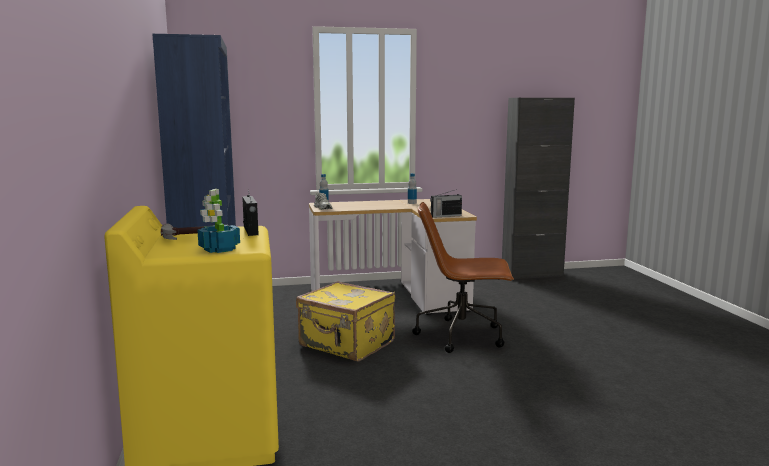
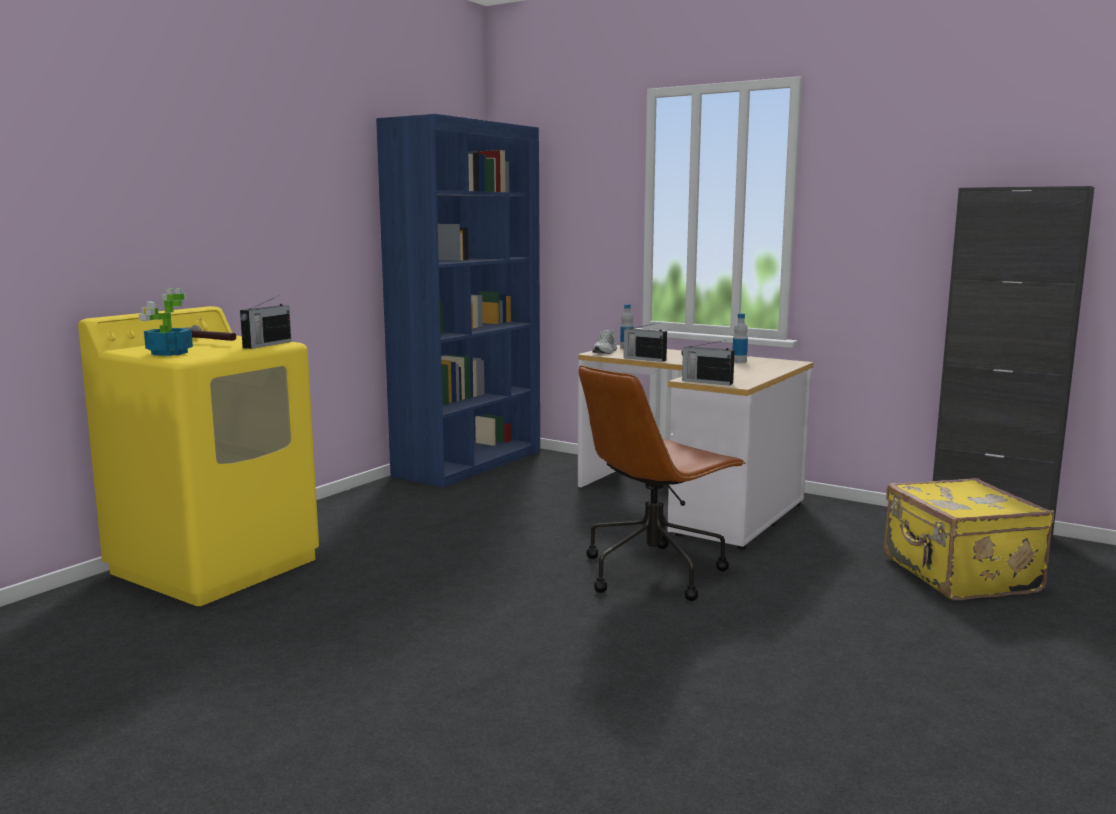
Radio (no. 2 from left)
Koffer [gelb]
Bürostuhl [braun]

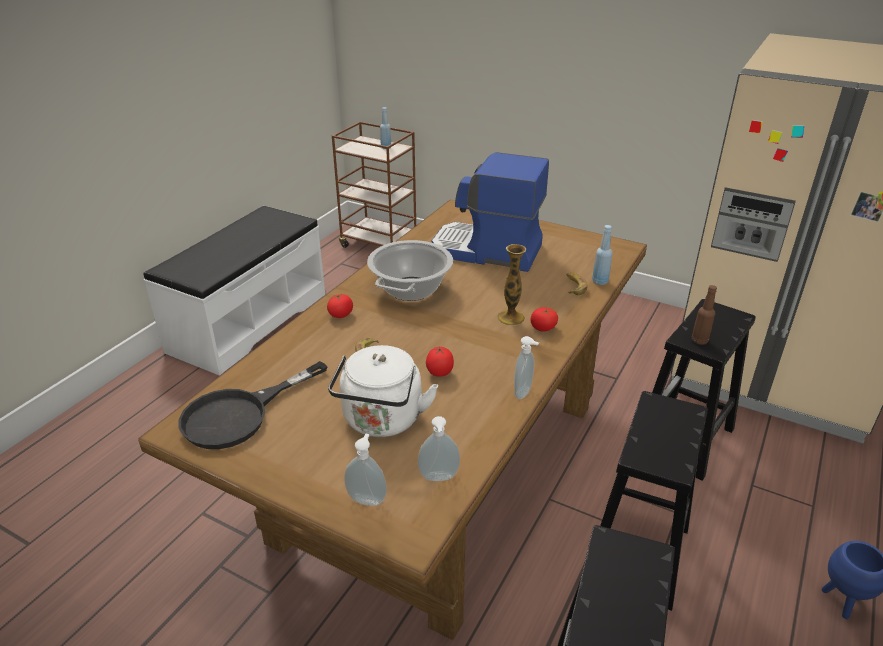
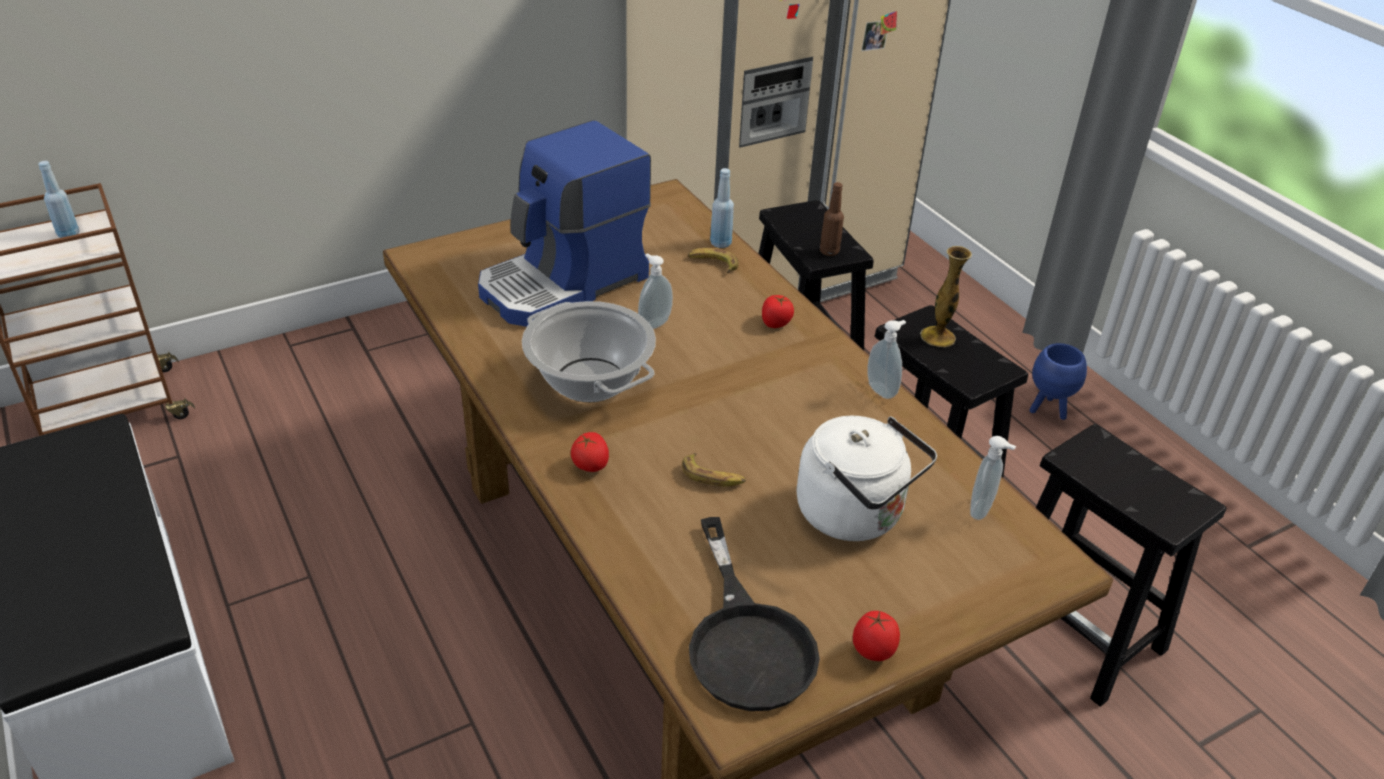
Seifenspender (no. 1 from left)
Tomate (no. 3 from left)
Vase

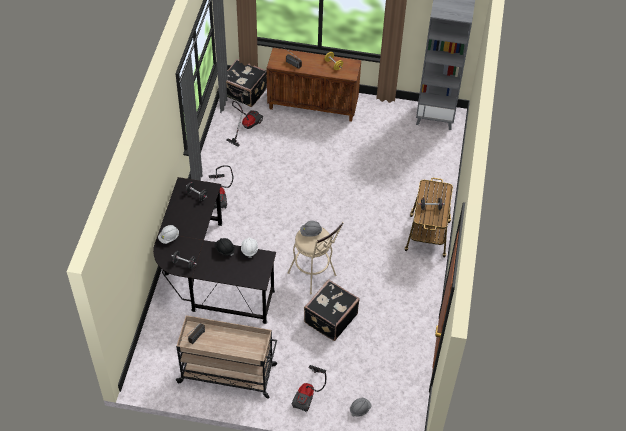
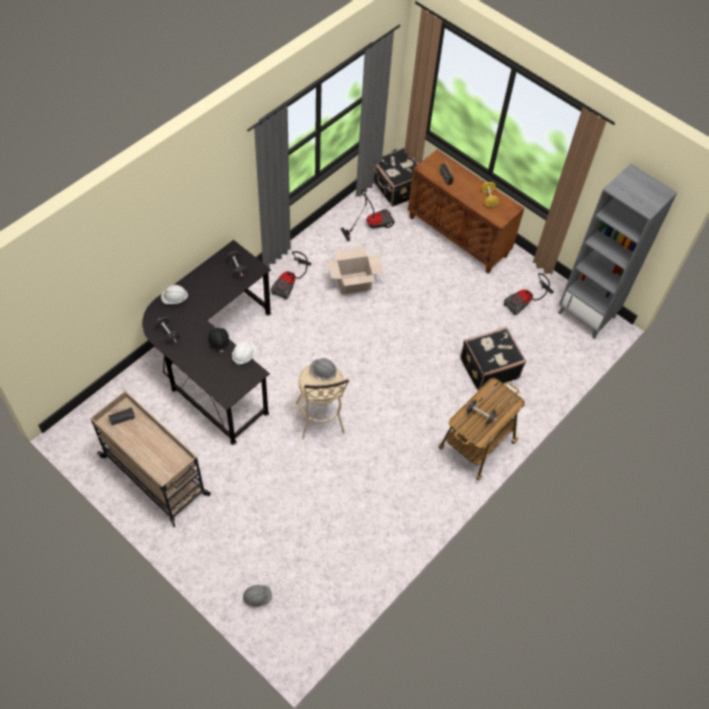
Karton
Staubsauger (no. 3 from left)
Koffer [schwarz] (no. 2 from left)

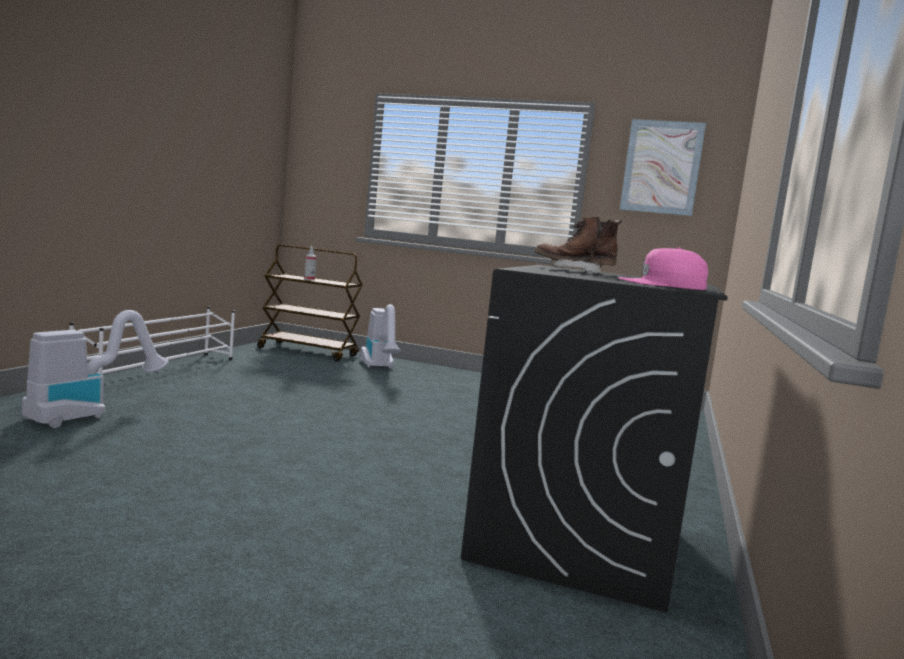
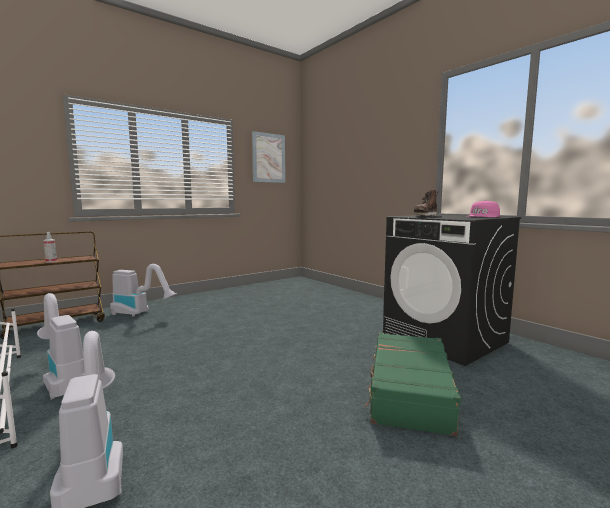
Staubsauger (no. 1 from left)
Koffer [grün]

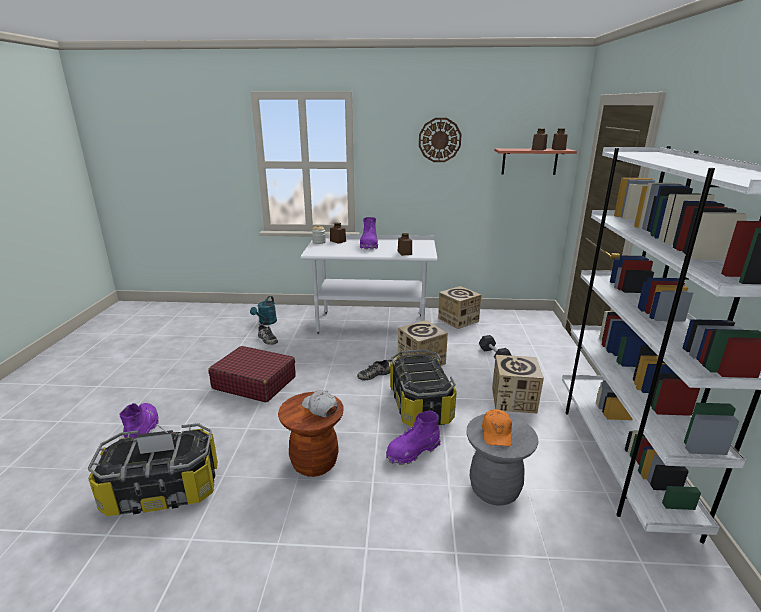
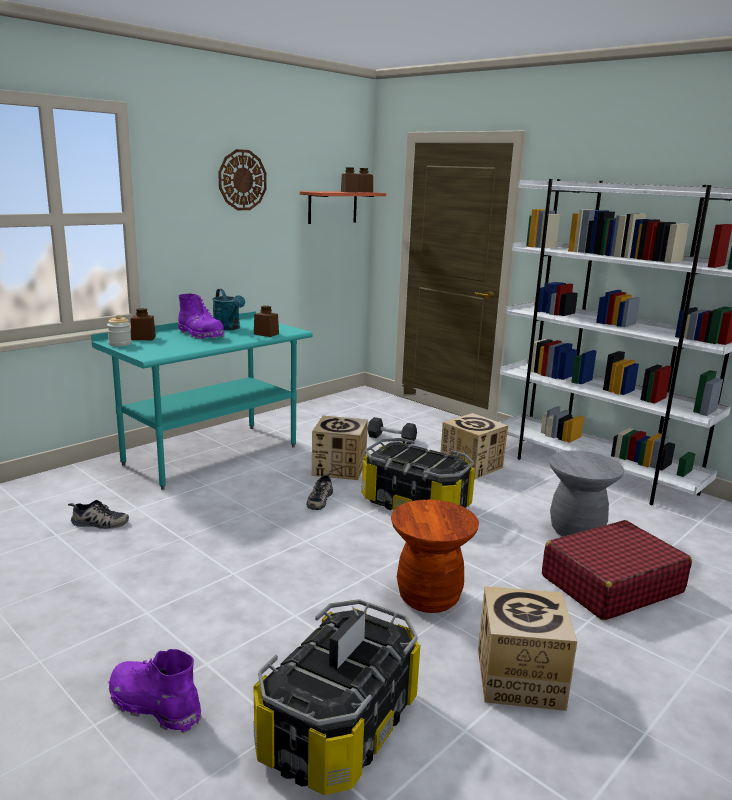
Kappe [weiß]
Stiefel [lila] (no. 3 from left in the first image)
Kappe [orange]
Koffer [rot]
Gießkanne [türkis]
Karton (no. 3 from left)
Schreibtisch [türkis]

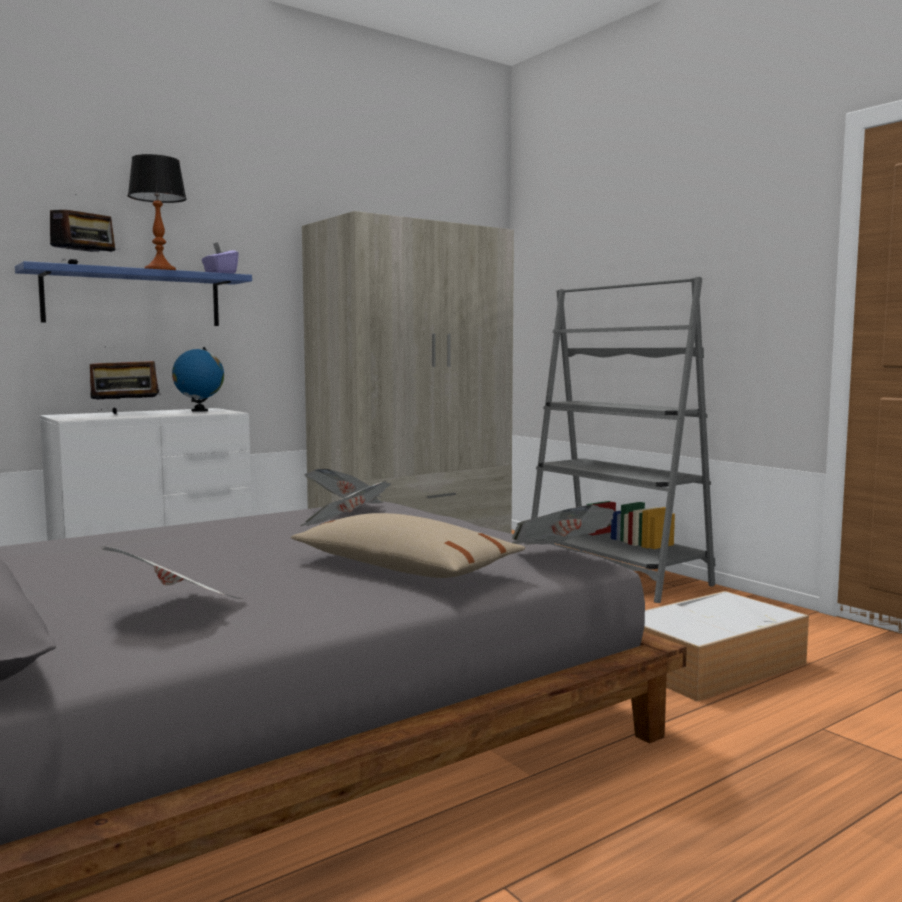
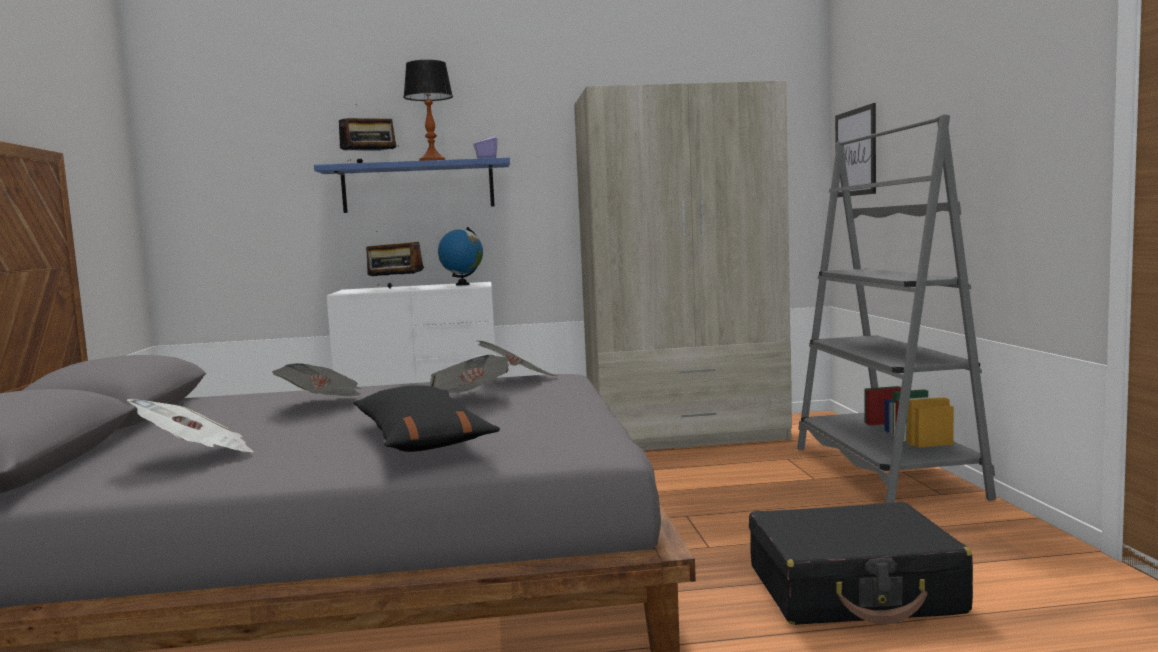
Bild
Zeitung (no. 2 from left)
Koffer [schwarz]
Kissen [schwarz]

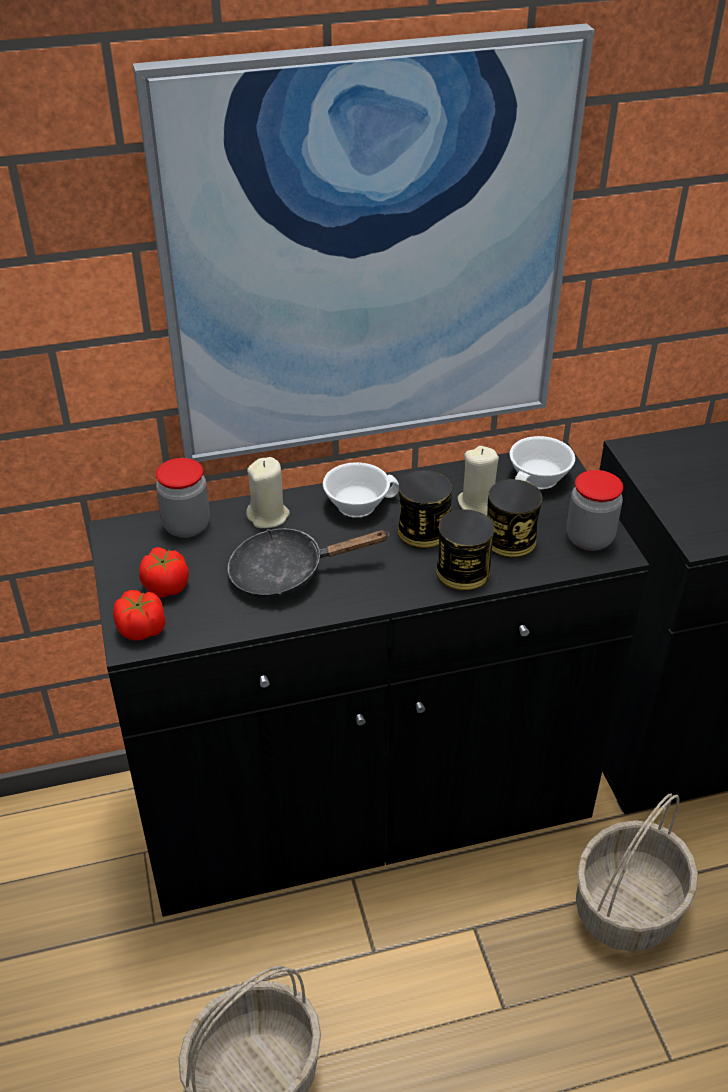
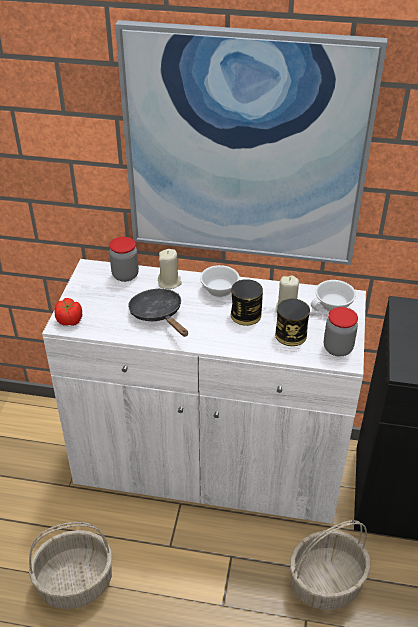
Tomate (no. 2 from left in the first image)
Dose (no. 2 from left in the first image)
Schrank [weiß]
Pfanne [schwarz]

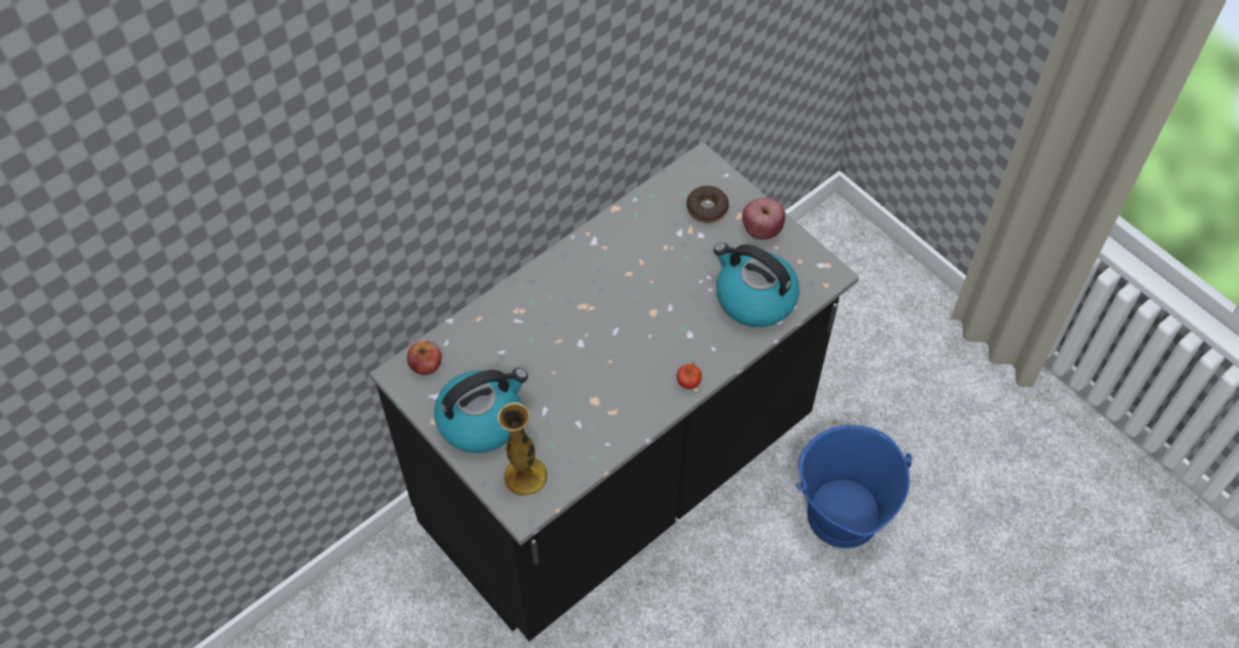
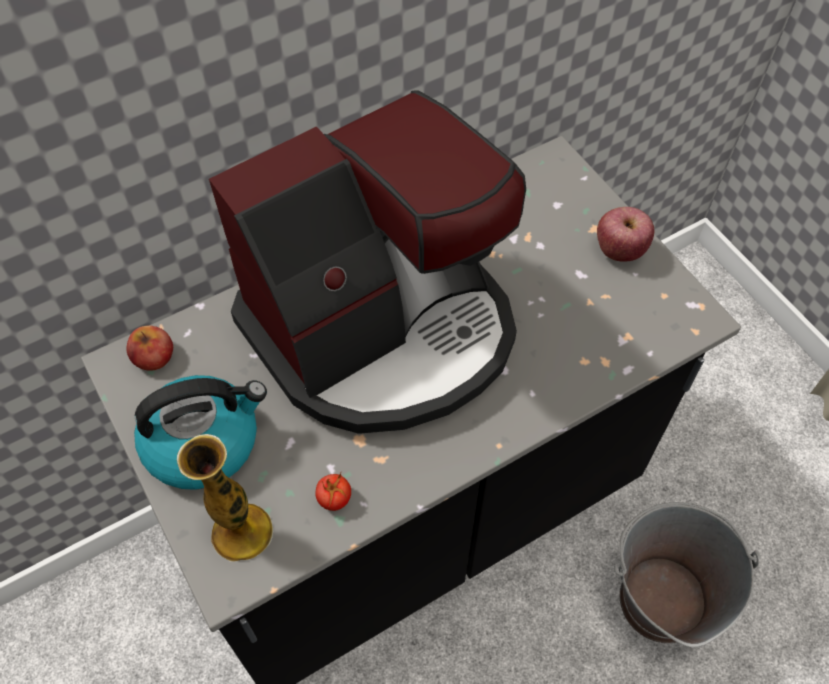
Donut
Wasserkessel (no. 2 from left in the first image)
Kaffeemaschine
Tomate
Eimer [grau]

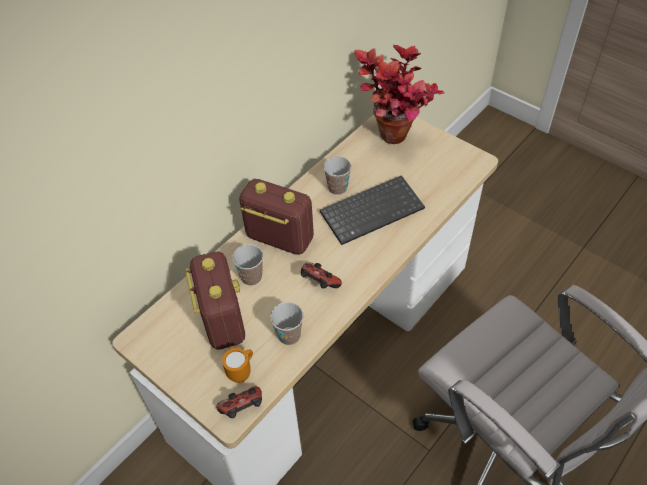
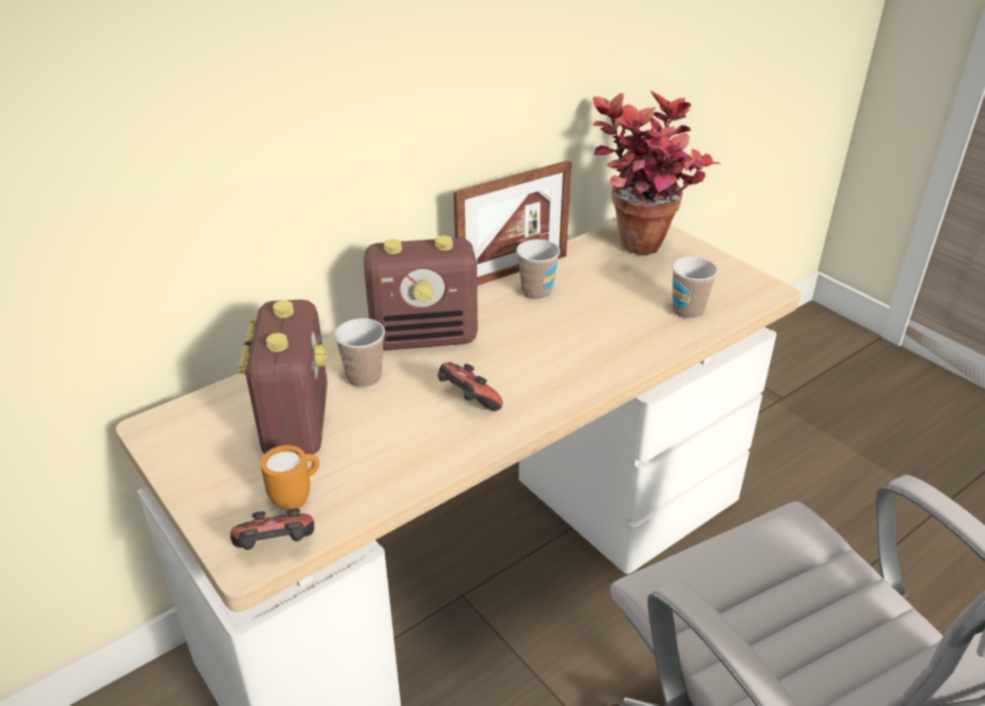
Tastatur
Bilderrahmen
Tasse (no. 3 from left)
Radio (no. 2 from left)

